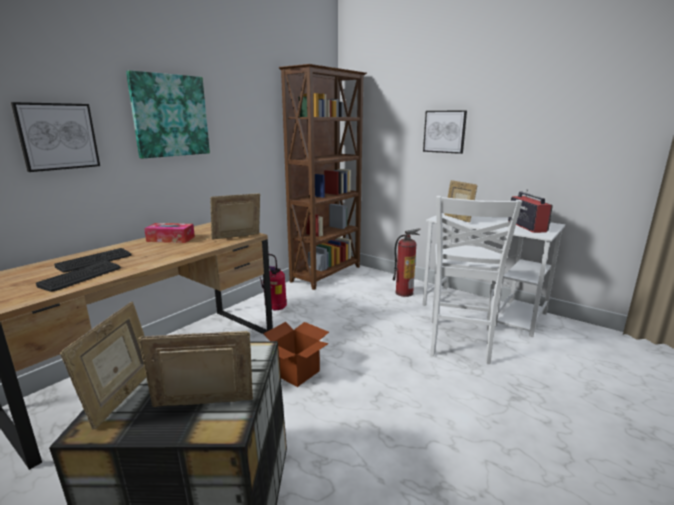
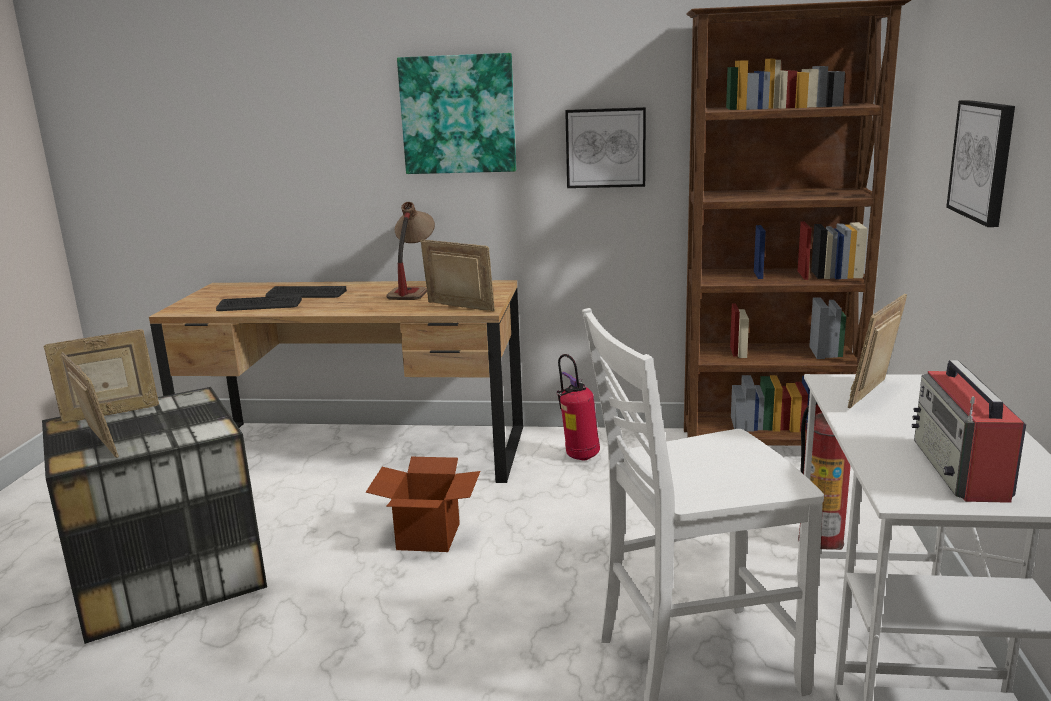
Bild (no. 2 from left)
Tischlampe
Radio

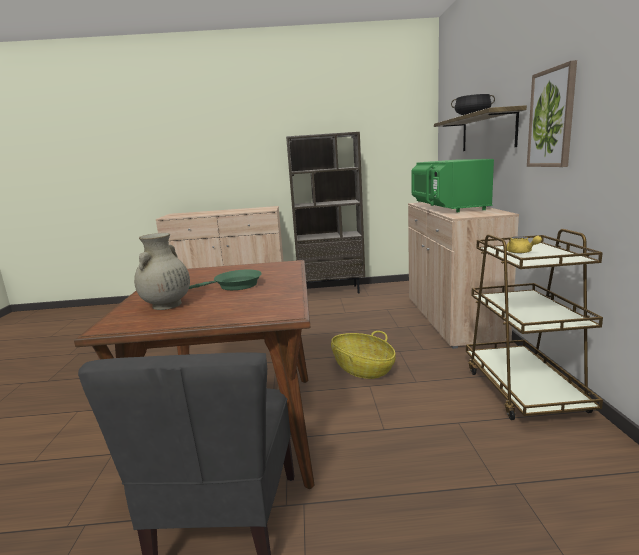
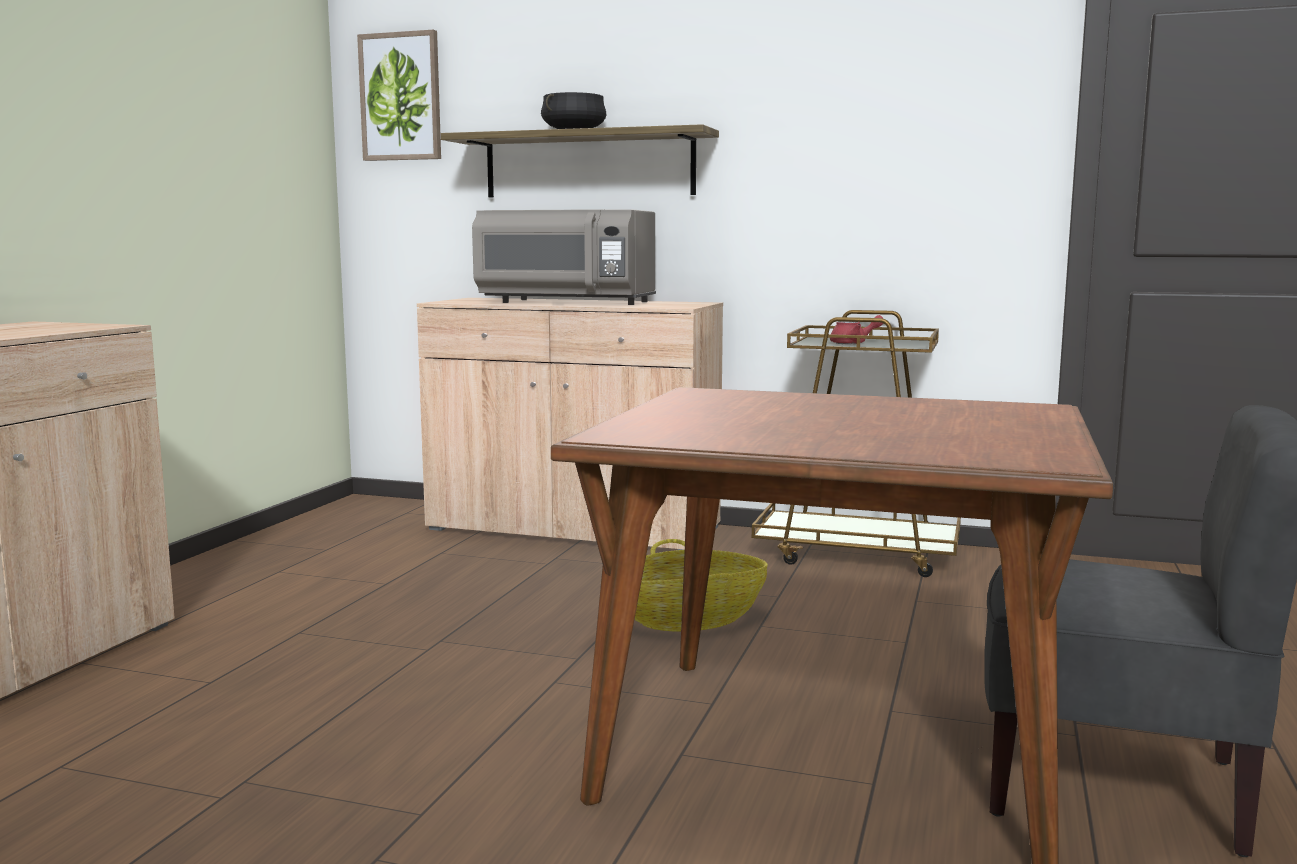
Vase [beige]
Pfanne [grün]
Bücherregal [braun]
Bild
Mikrowelle [grau]
Teekanne [rot]

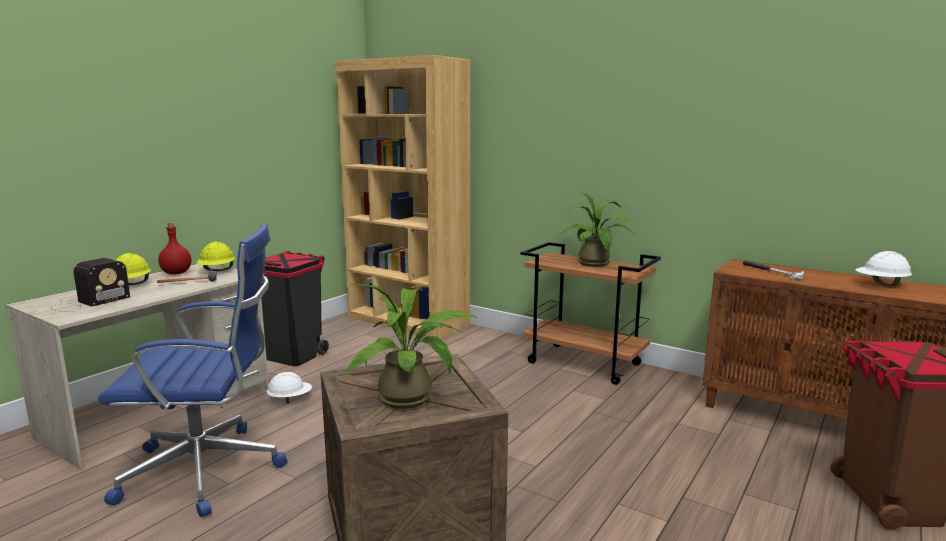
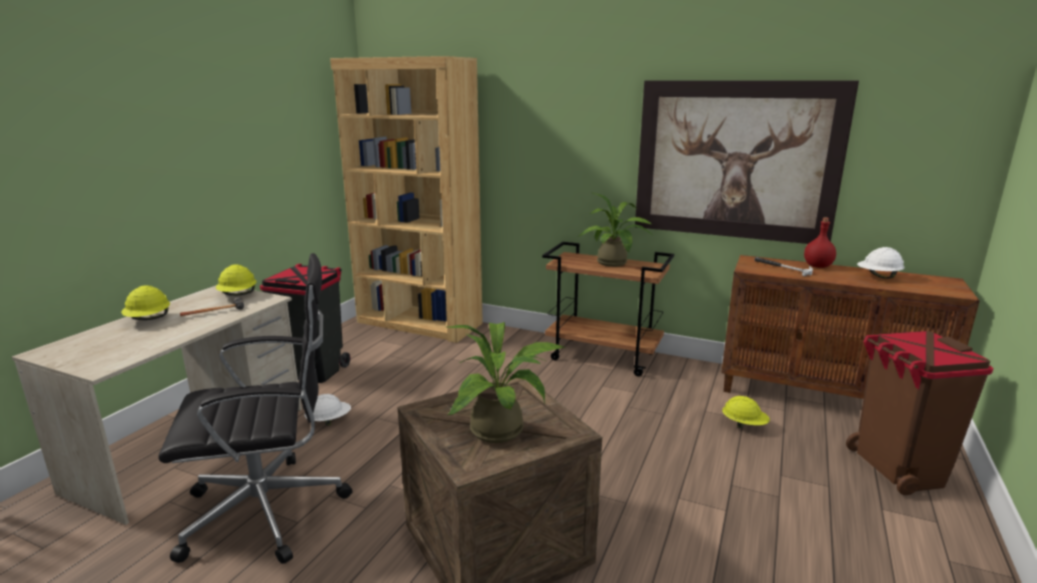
Radio
Bild
Schutzhelm [gelb] (no. 3 from left)
Flasche [rot]
Bürostuhl [schwarz]

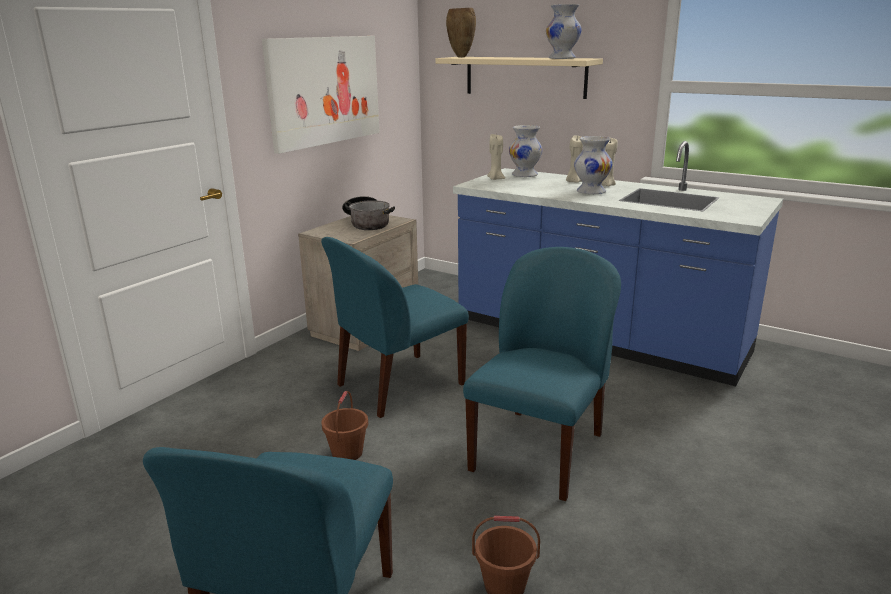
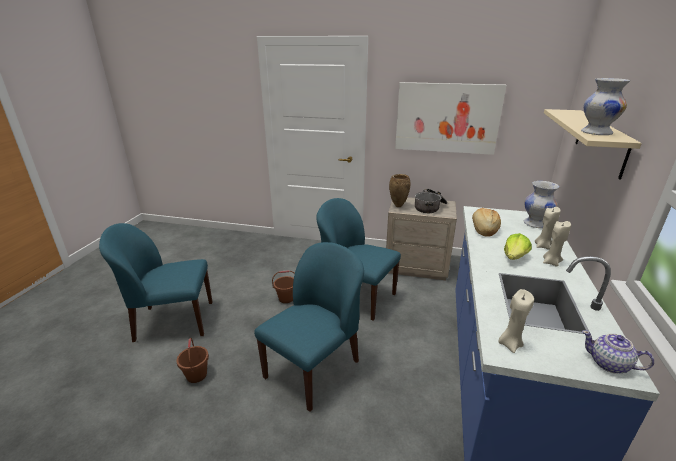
Brot
Teekanne
Vase [braun]
Kerze [beige] (no. 1 from left)
Salatkopf
Stuhl [blau] (no. 2 from left)

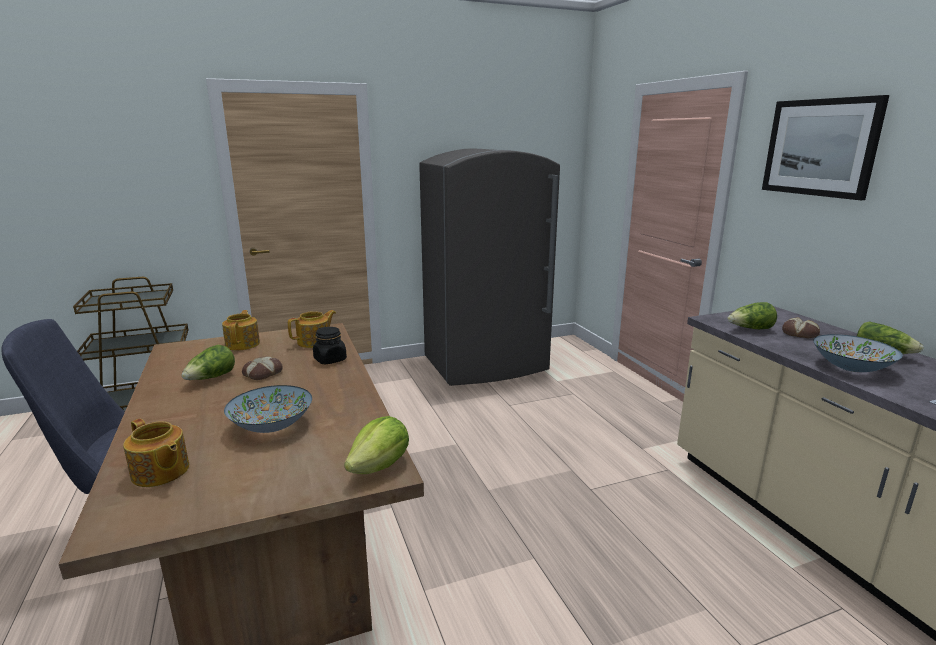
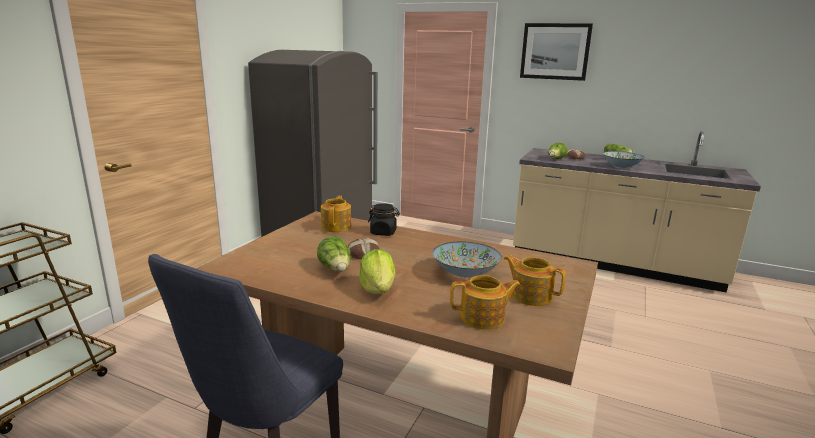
Teekanne (no. 3 from left)
Salatkopf (no. 2 from left)

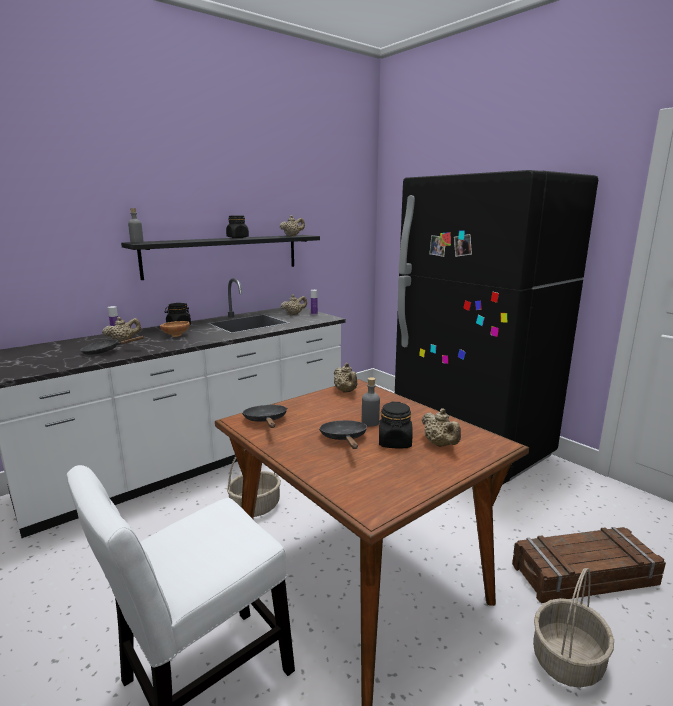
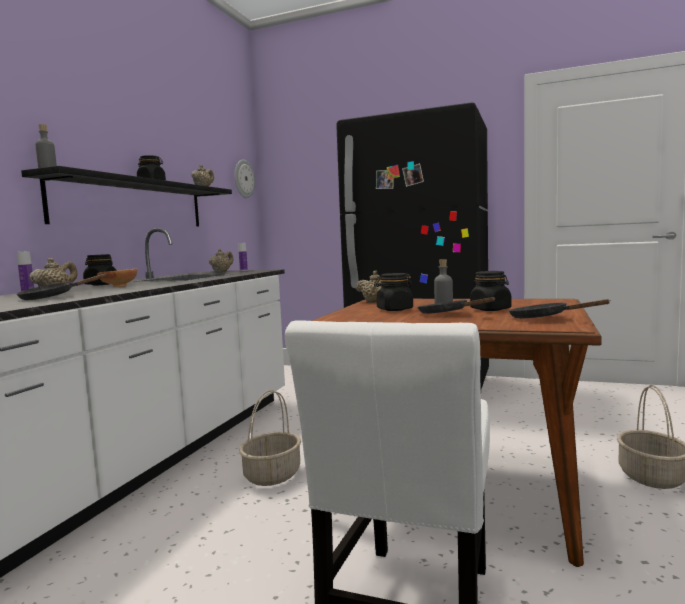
Teekanne [beige] (no. 5 from left in the first image)
Kiste
Wanduhr
Vorratsglas [schwarz] (no. 3 from left)
Pfanne [schwarz] (no. 3 from left)

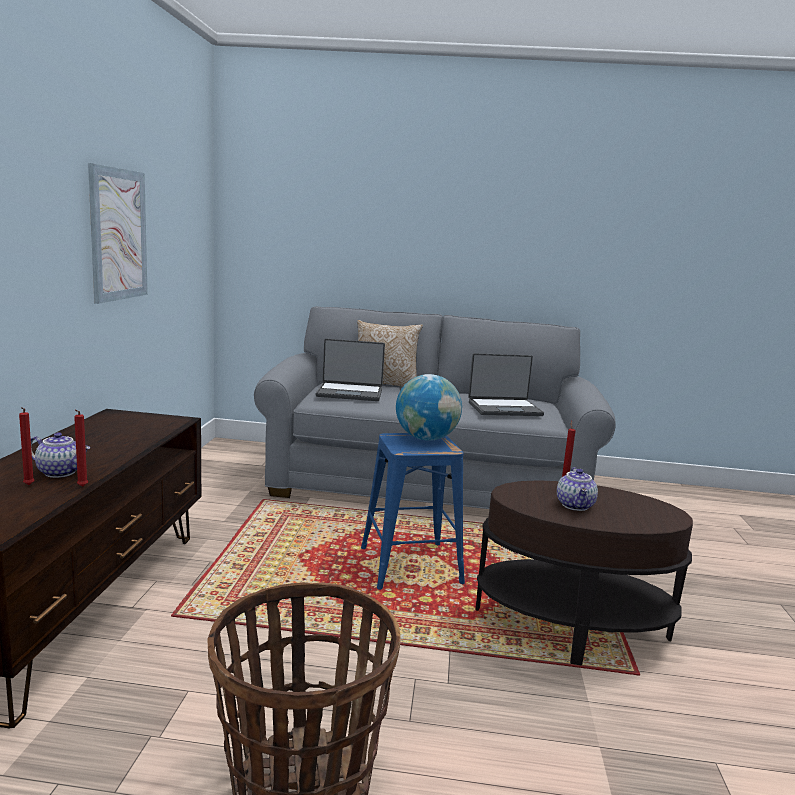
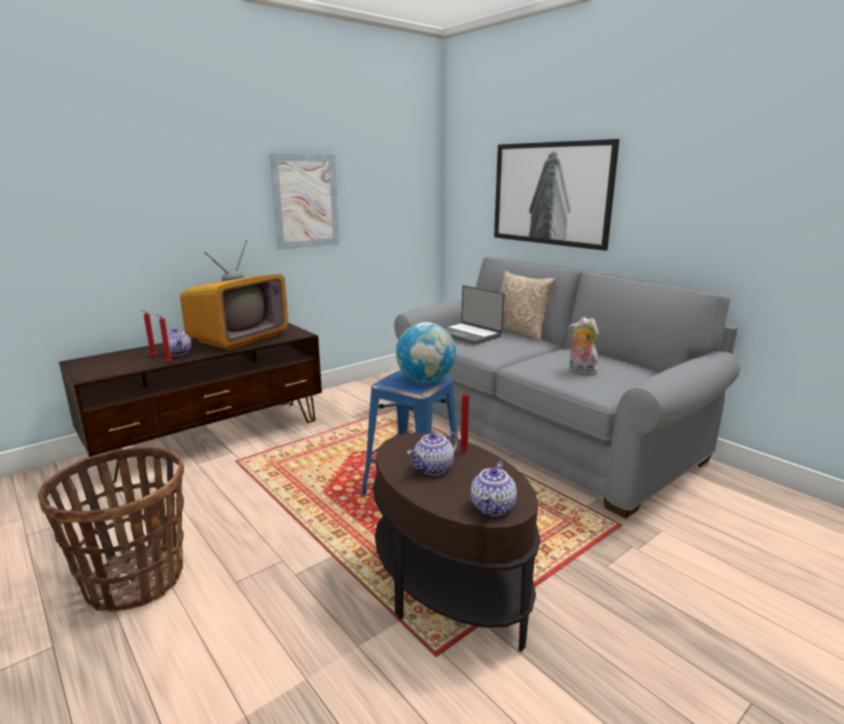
Fernseher
Teekanne (no. 3 from left)
Bild (no. 2 from left)
Plüschtier

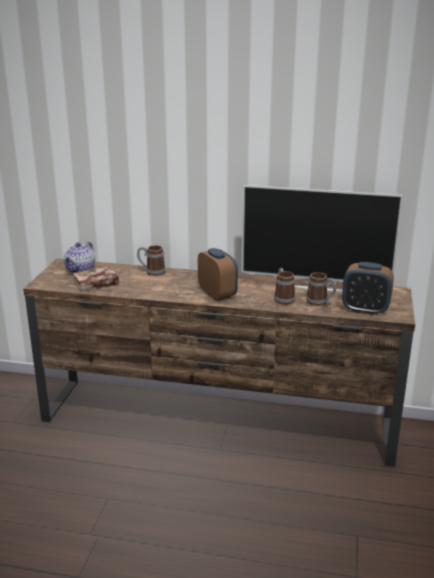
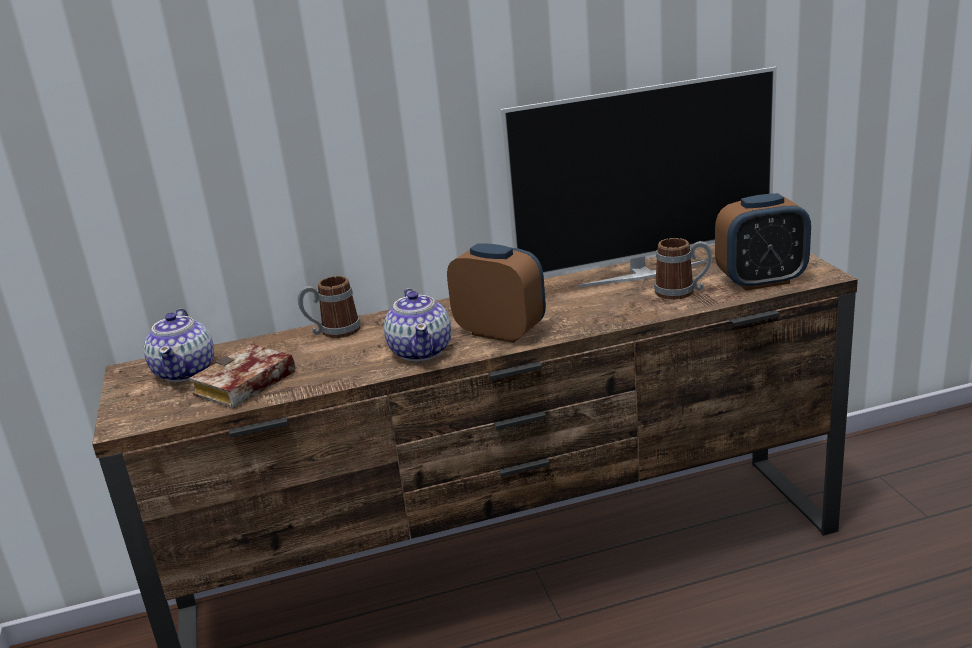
Henkelbecher (no. 2 from left in the first image)
Teekanne (no. 2 from left)

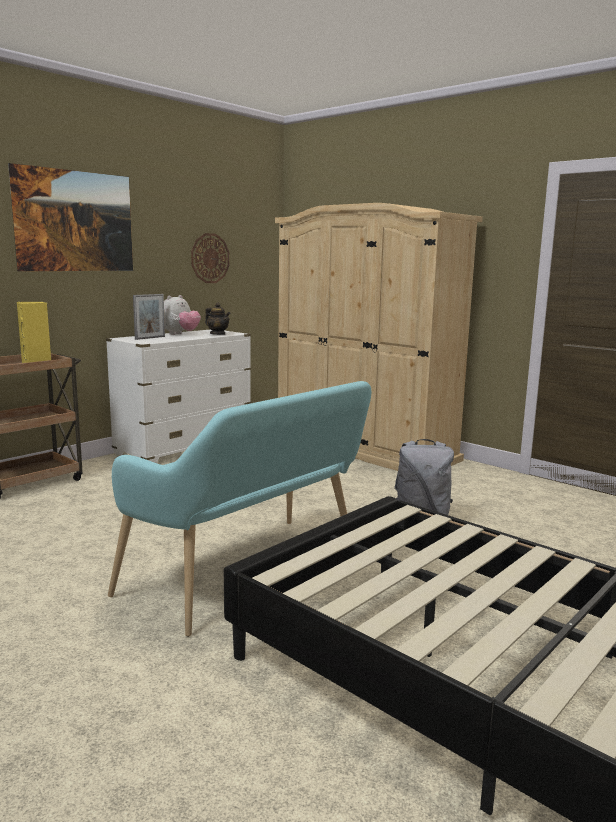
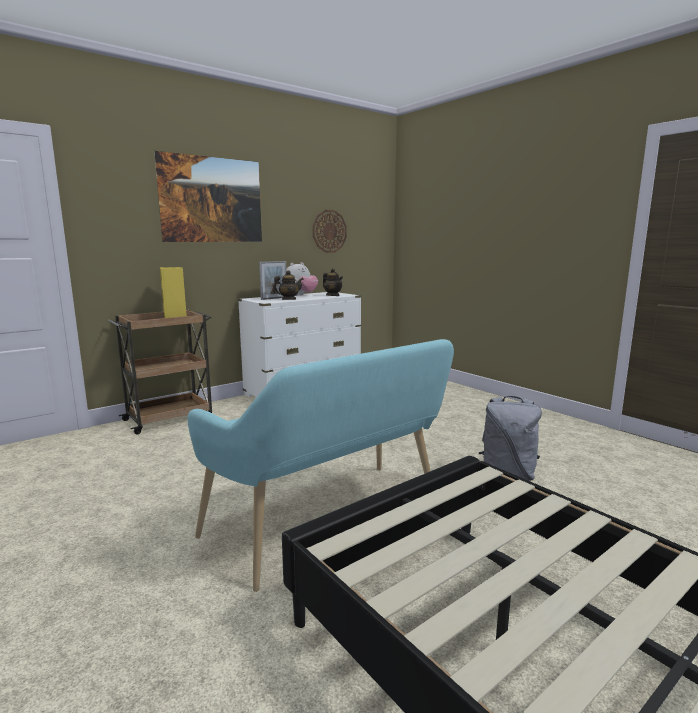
Kleiderschrank [beige]
Teekanne (no. 1 from left)

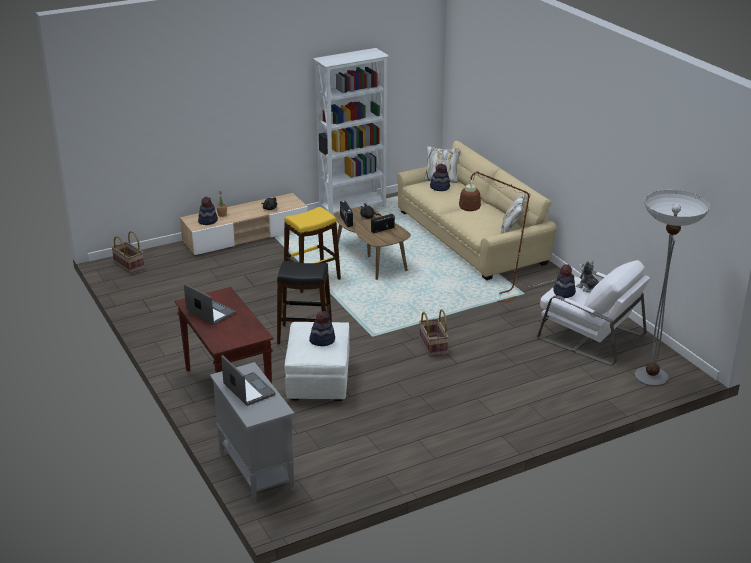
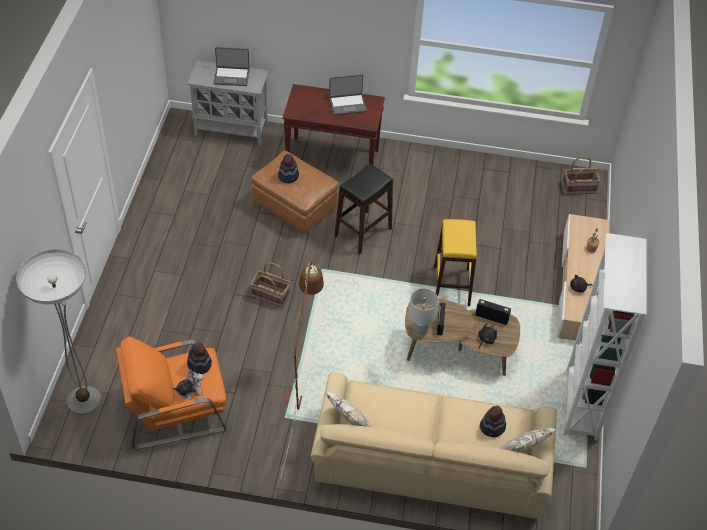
Hut (no. 1 from left in the first image)
Tischlampe [grau]
Polsterhocker [braun]
Sessel [orange]

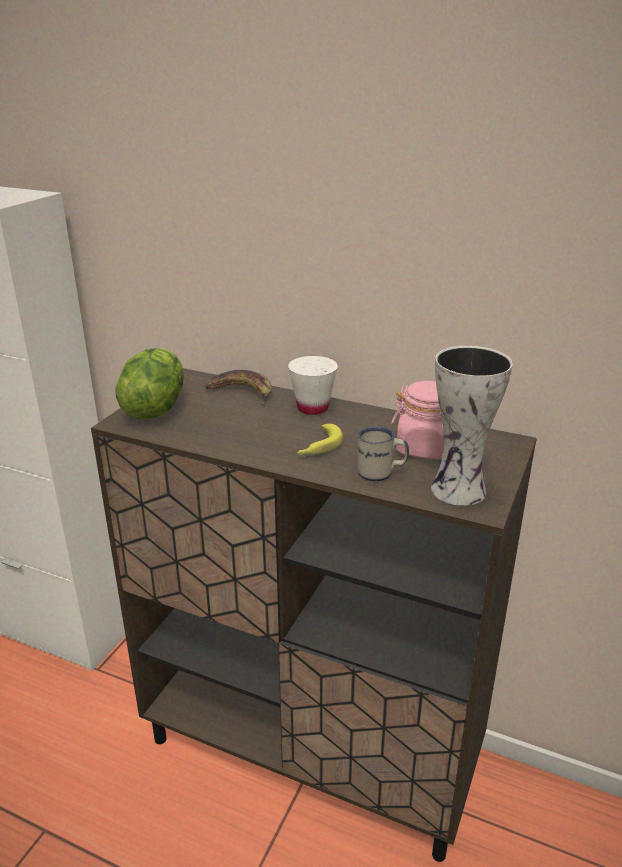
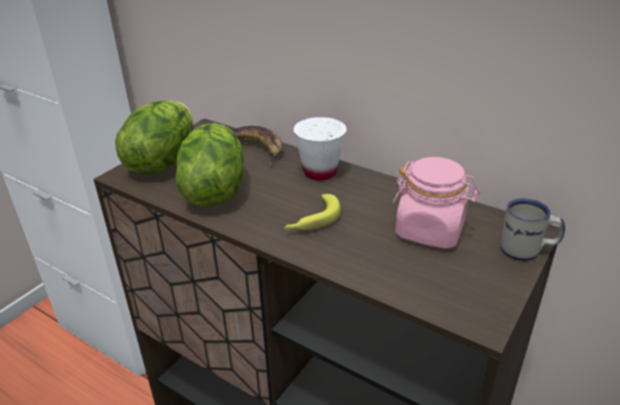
Vase
Salatkopf (no. 2 from left)
Henkelbecher [weiß]

